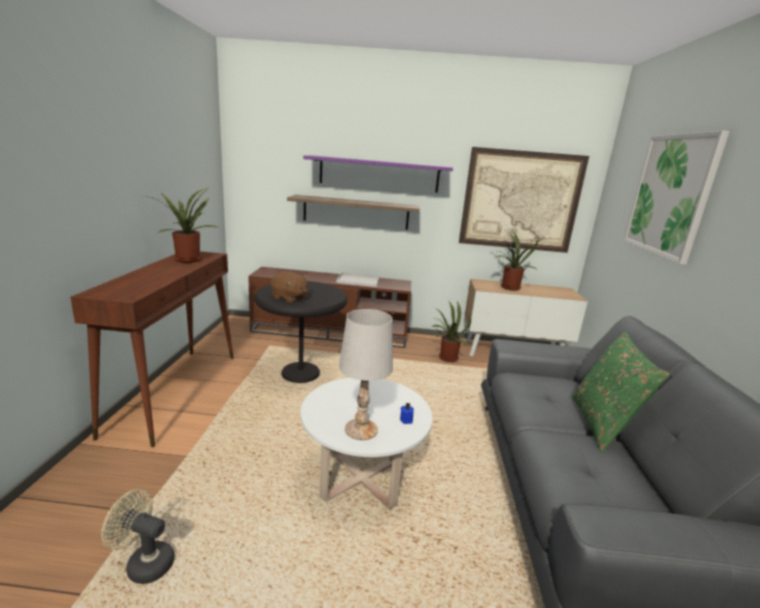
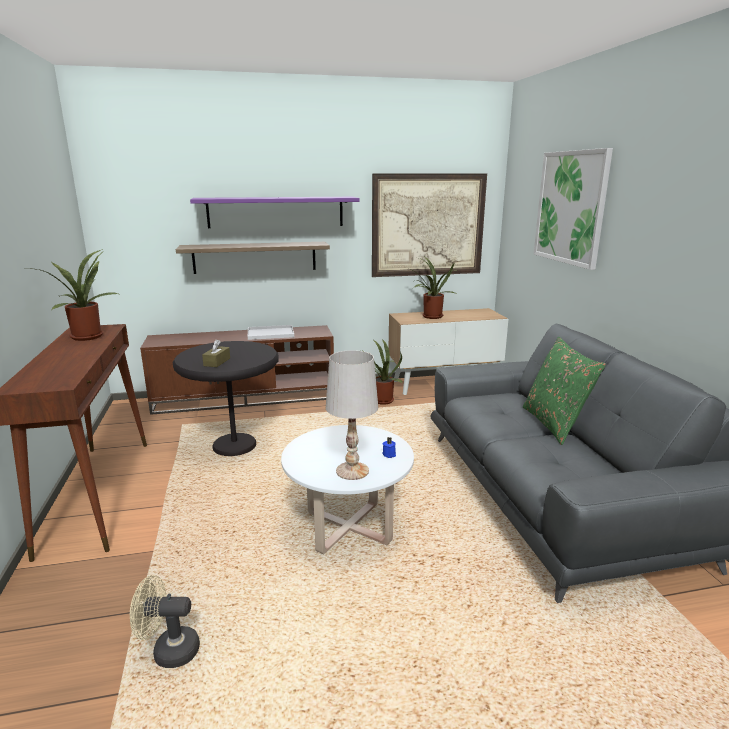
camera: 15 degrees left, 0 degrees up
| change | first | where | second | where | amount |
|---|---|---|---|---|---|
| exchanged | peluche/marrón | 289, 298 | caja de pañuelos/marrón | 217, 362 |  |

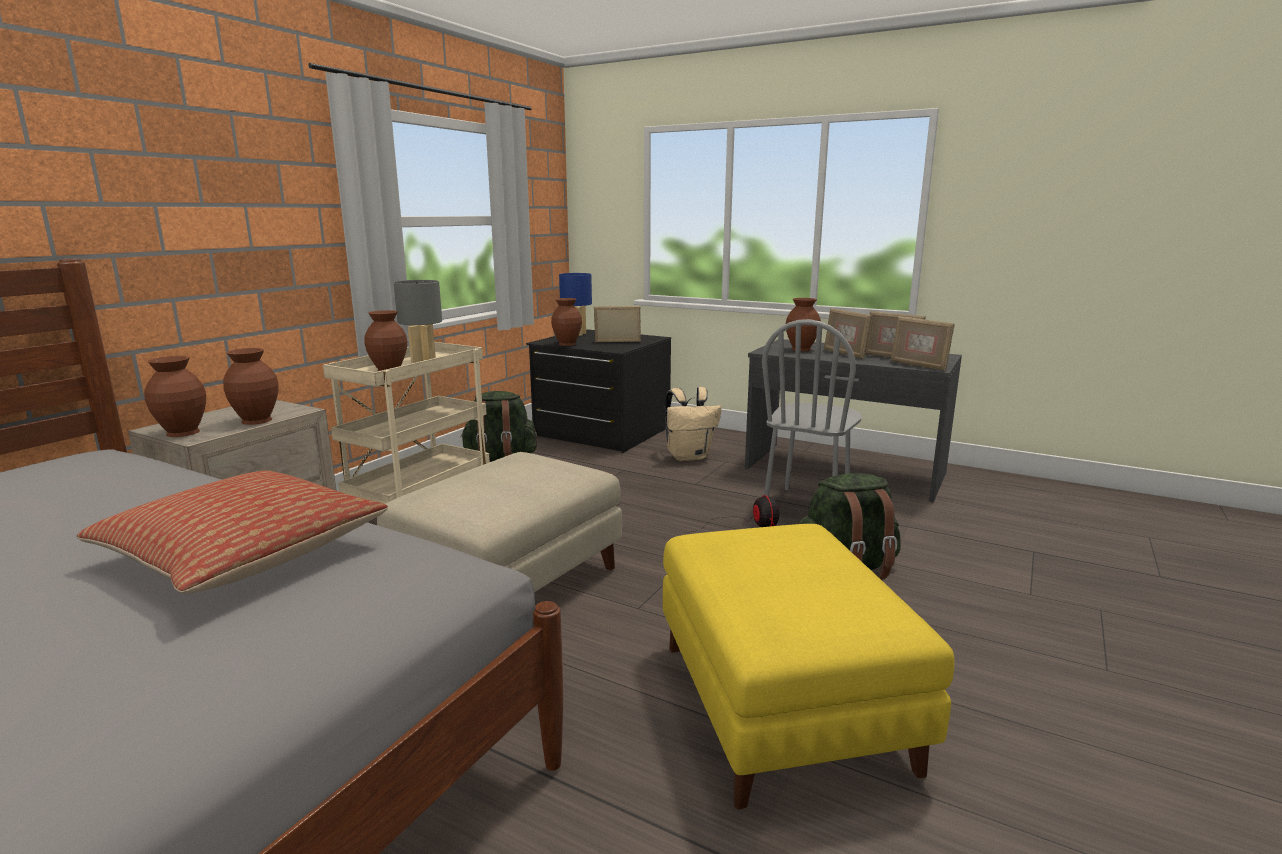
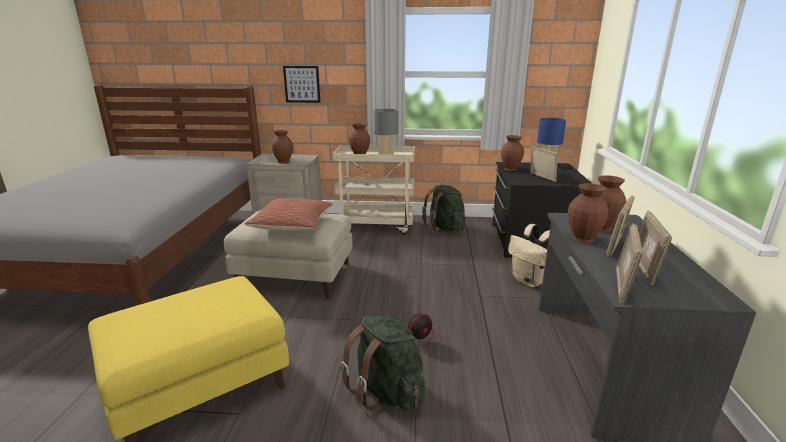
camera: 65 degrees right, 5 degrees up
| change | first | where | second | where | amount |
|---|---|---|---|---|---|
| missing | silla/gris | 807, 506 |  |  |  |
| appeared |  |  | cuadro | 302, 84 |  |
| relocated | cojín | 244, 554 |  | 292, 225 |  |
| relocated | florero/marrón | 182, 432 |  | 582, 238 |  |

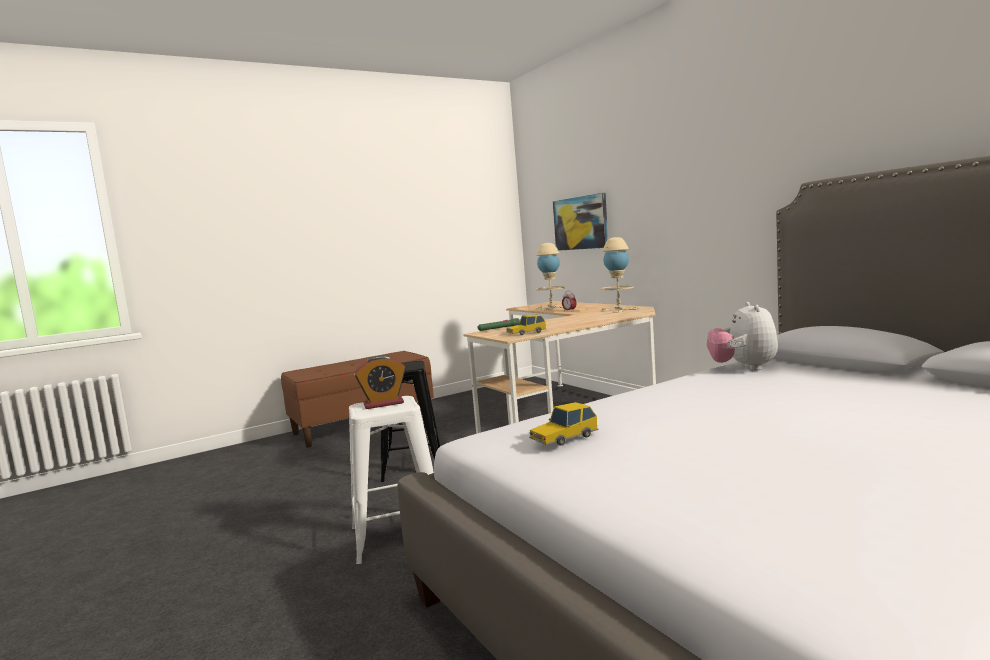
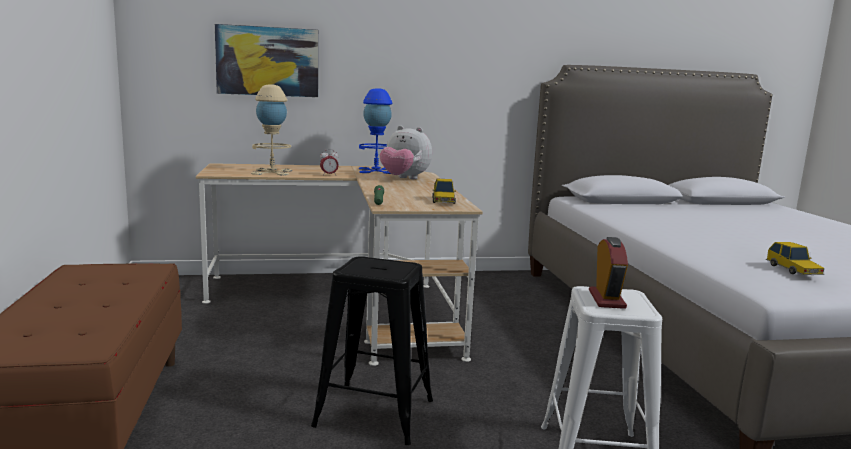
camera: 70 degrees left, 5 degrees up
| change | first | where | second | where | amount |
|---|---|---|---|---|---|
| relocated | peluche | 743, 368 |  | 404, 179 |  |
| colour | lámpara de mesa/beis | 618, 309 | lámpara de mesa/azul | 376, 171 |  |

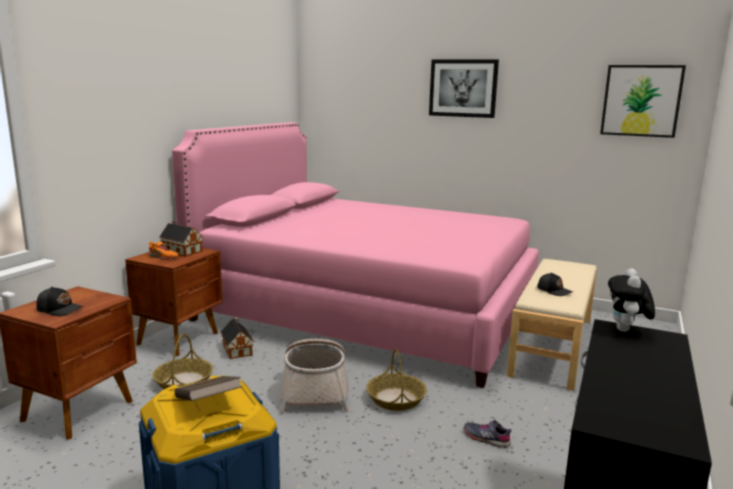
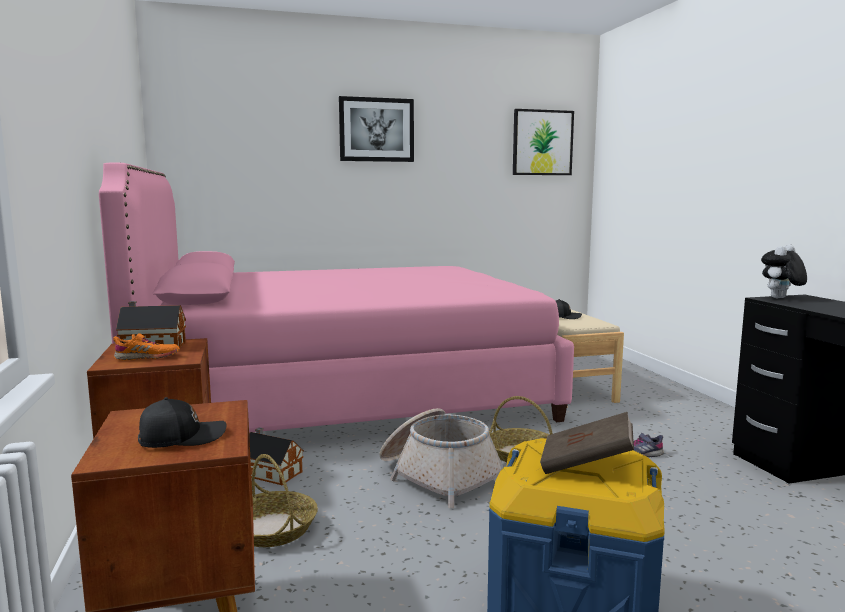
camera: 40 degrees left, 5 degrees down
| change | first | where | second | where | amount |
|---|---|---|---|---|---|
| spun | peluche | 626, 330 |  | 780, 298 | 75 degrees clockwise |

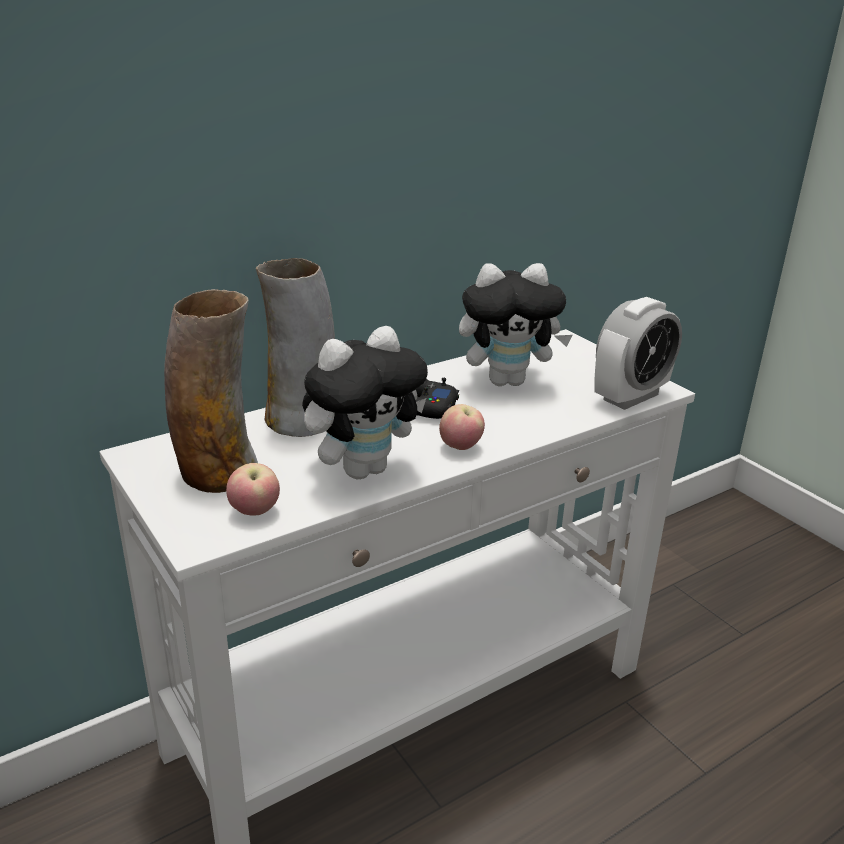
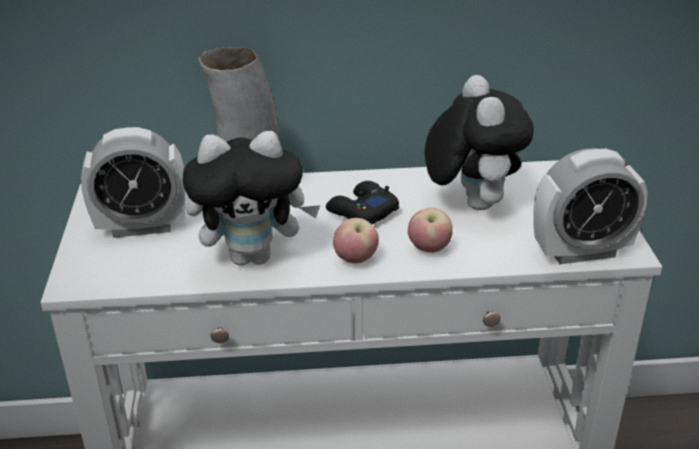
camera: 30 degrees right, 5 degrees up
| change | first | where | second | where | amount |
|---|---|---|---|---|---|
| relocated | manzana | 255, 512 |  | 429, 249 |  |
| exchanged | florero | 218, 472 | despertador | 142, 227 |  |
| spun | peluche | 508, 381 |  | 471, 202 | 120 degrees counterclockwise |

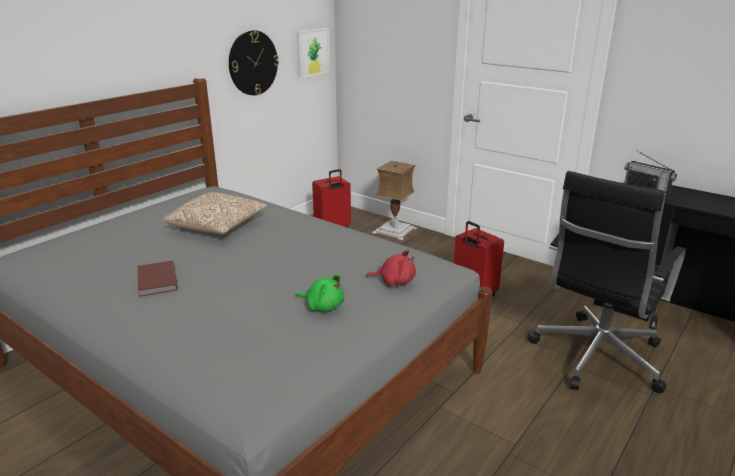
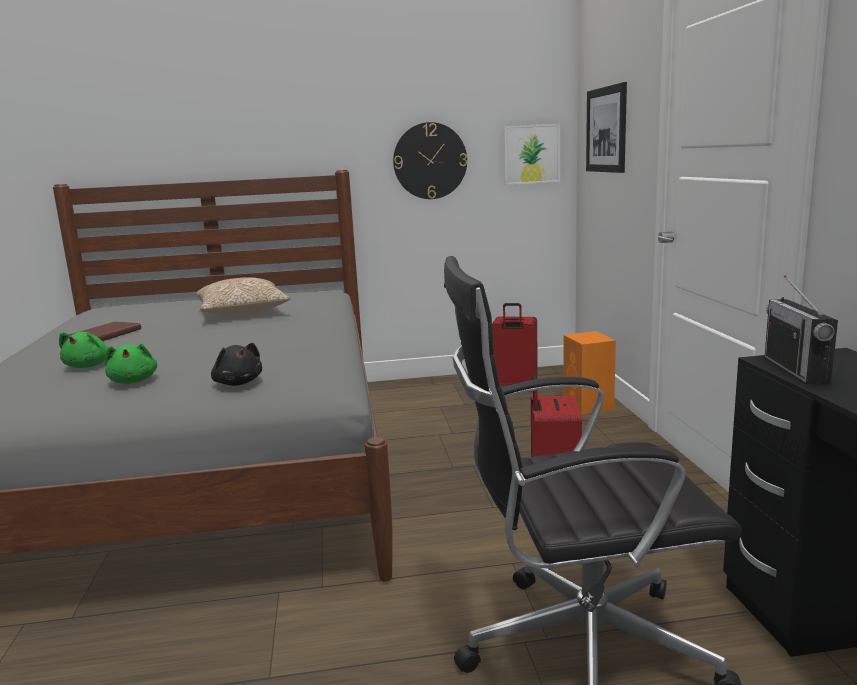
camera: 45 degrees right, 10 degrees down
| change | first | where | second | where | amount |
|---|---|---|---|---|---|
| appeared |  |  | peluche/verde | 89, 366 |  |
| appeared |  |  | cuadro | 606, 130 |  |
| exchanged | lámpara de mesa | 395, 230 | altavoz/naranja | 588, 406 |  |
| colour | peluche/rojo | 394, 281 | peluche/negro | 238, 383 |  |

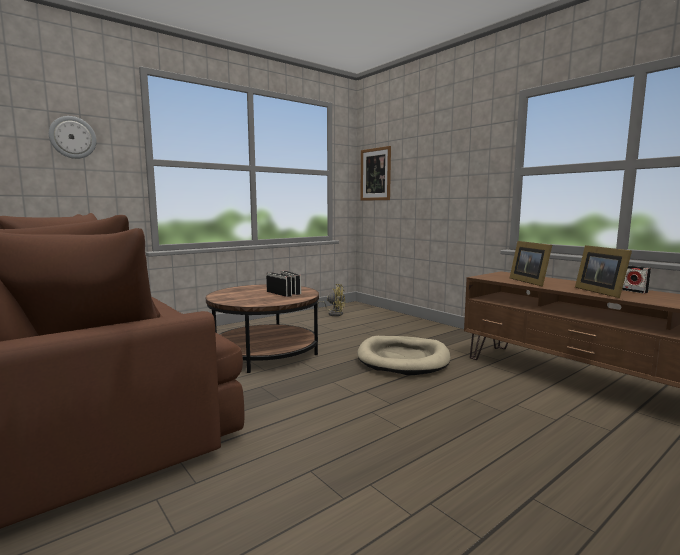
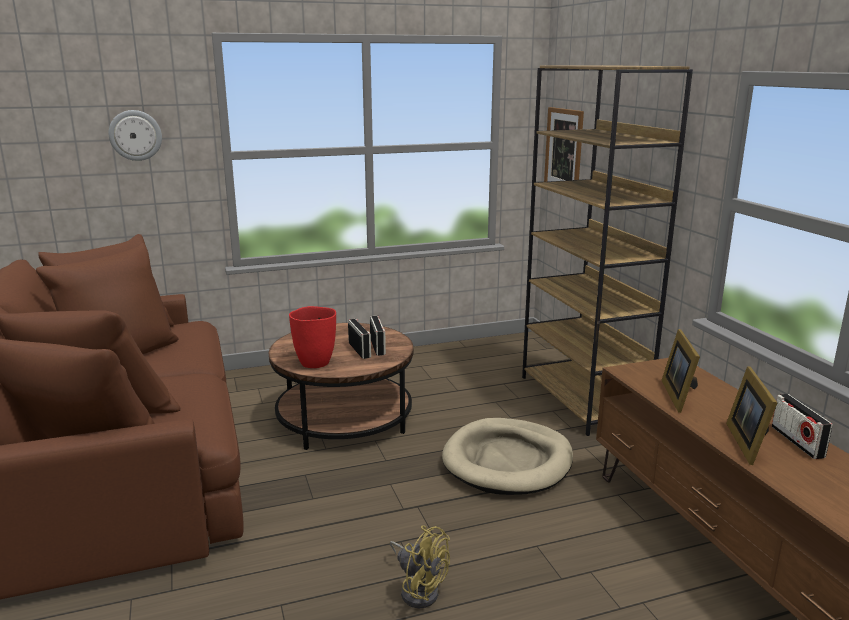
camera: 20 degrees right, 10 degrees up
| change | first | where | second | where | amount |
|---|---|---|---|---|---|
| appeared |  |  | florero/rojo | 315, 363 |  |
| appeared |  |  | estantería/marrón | 583, 399 |  |
| relocated | ventilador/amarillo | 334, 314 |  | 418, 589 |  |

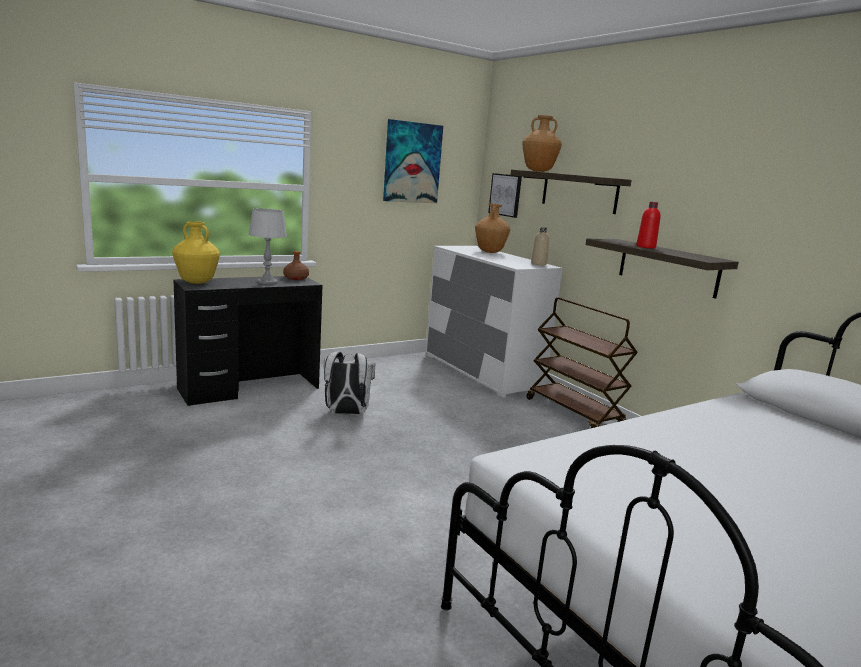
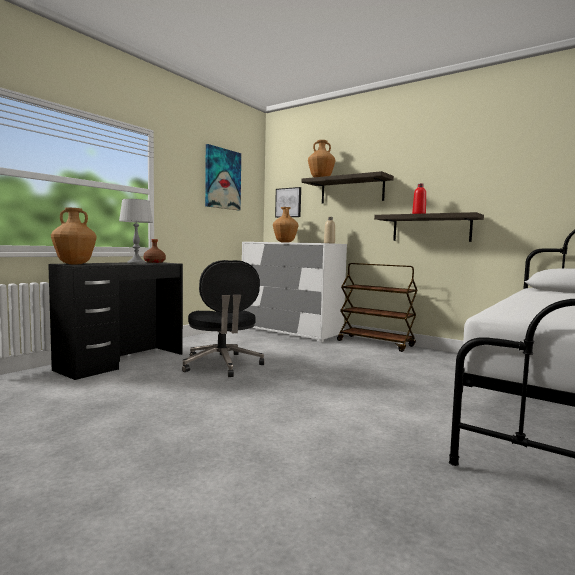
camera: 20 degrees left, 10 degrees down
| change | first | where | second | where | amount |
|---|---|---|---|---|---|
| exchanged | mochila/blanco | 346, 413 | silla de oficina/negro | 222, 365 |  |
| colour | florero/amarillo | 196, 282 | florero/marrón | 74, 264 |  |

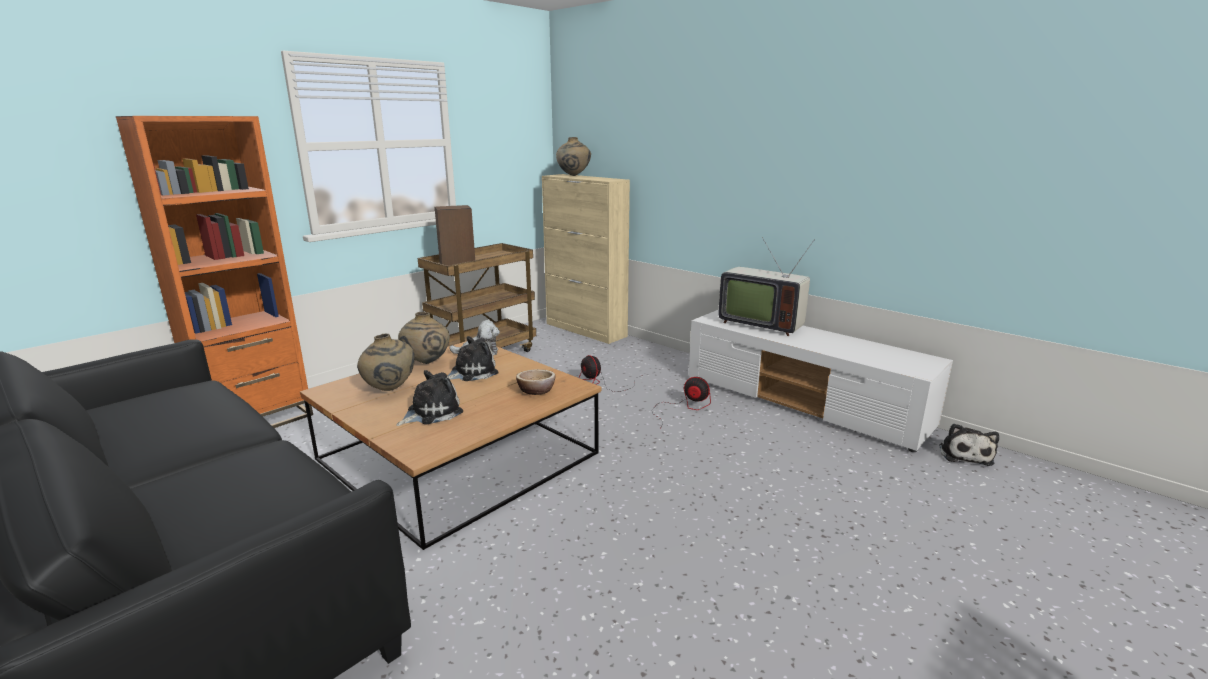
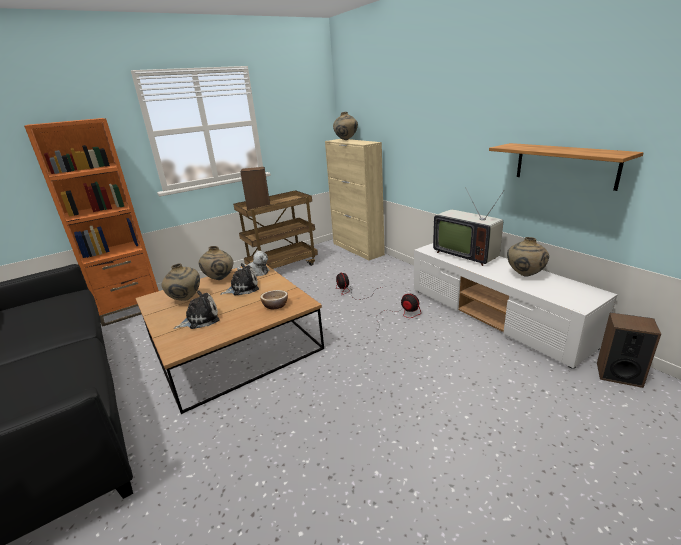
camera: 15 degrees right, 5 degrees up
| change | first | where | second | where | amount |
|---|---|---|---|---|---|
| appeared |  |  | estante | 565, 165 |  |
| appeared |  |  | florero/beis | 524, 275 |  |
| exchanged | peluche | 964, 454 | altavoz | 618, 374 |  |

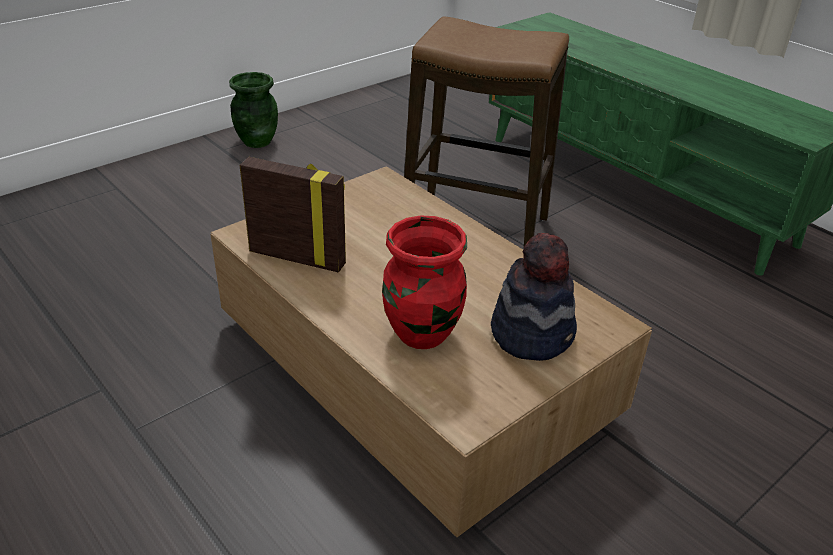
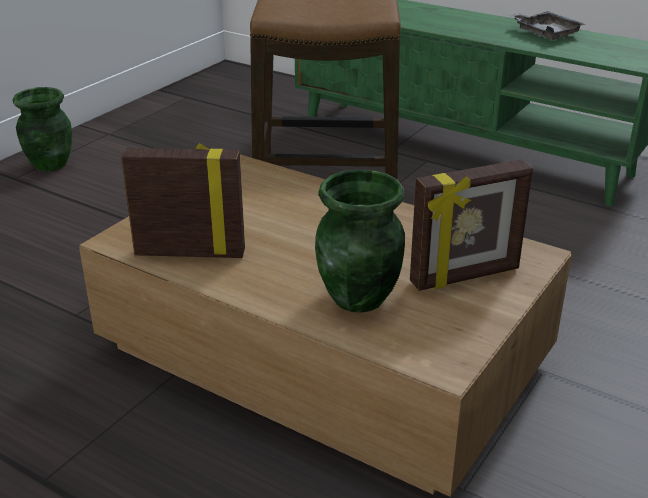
camera: 15 degrees left, 5 degrees down
| change | first | where | second | where | amount |
|---|---|---|---|---|---|
| appeared |  |  | bandeja/gris | 545, 33 |  |
| exchanged | sombrero | 532, 333 | portarretratos | 465, 277 |  |
| colour | florero/rojo | 422, 334 | florero/verde | 359, 298 |  |

